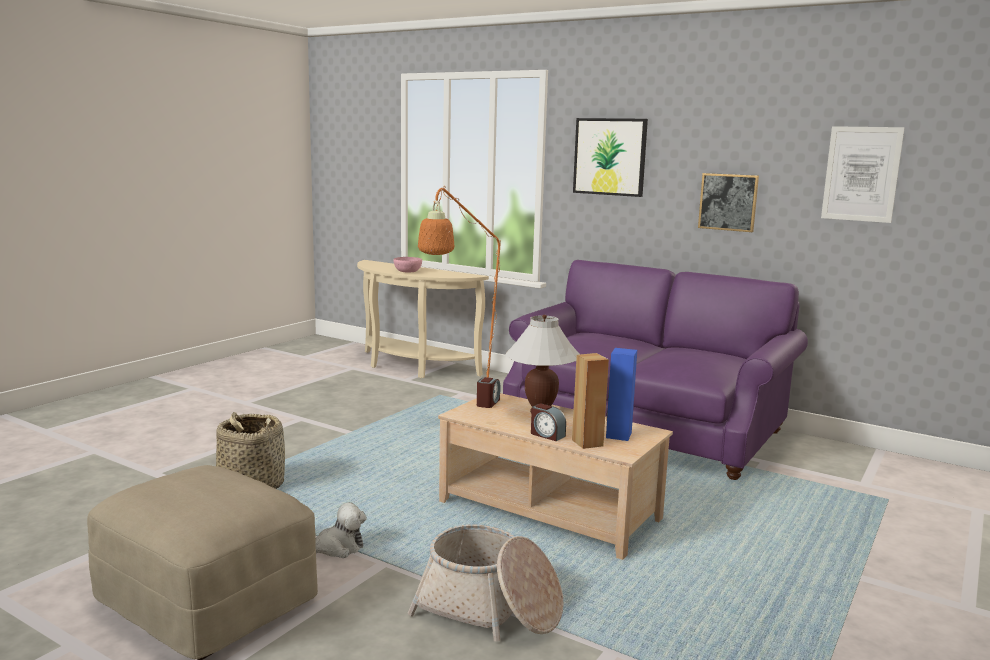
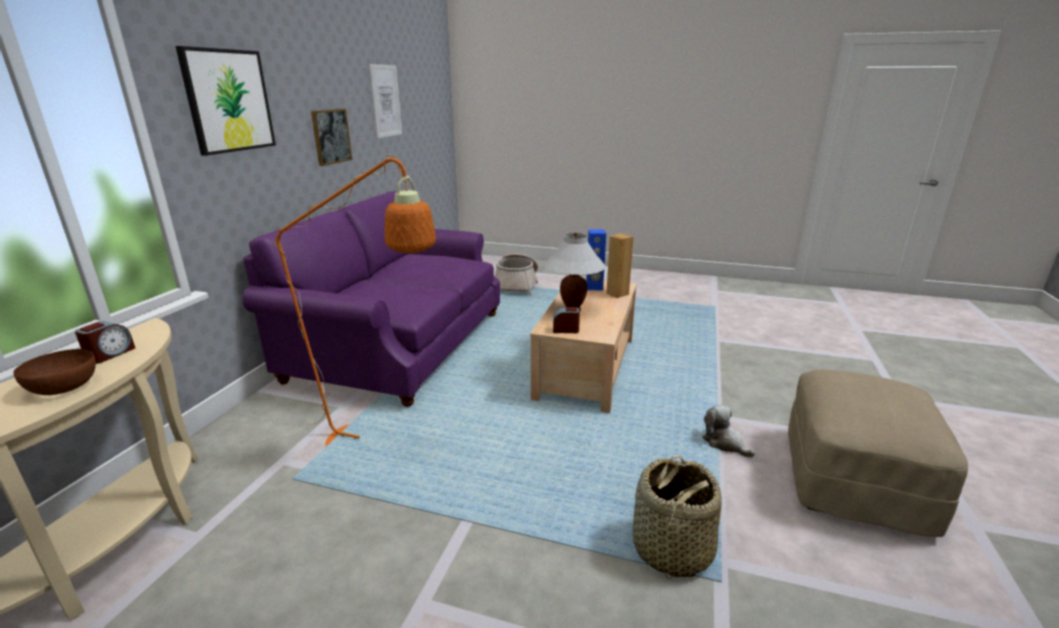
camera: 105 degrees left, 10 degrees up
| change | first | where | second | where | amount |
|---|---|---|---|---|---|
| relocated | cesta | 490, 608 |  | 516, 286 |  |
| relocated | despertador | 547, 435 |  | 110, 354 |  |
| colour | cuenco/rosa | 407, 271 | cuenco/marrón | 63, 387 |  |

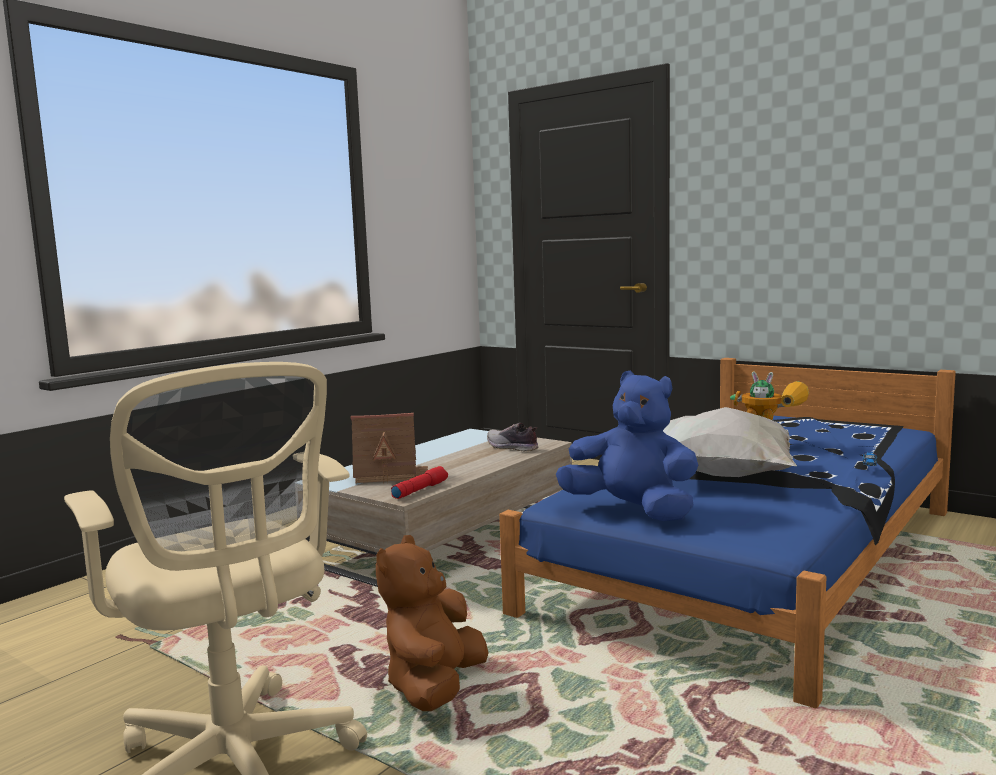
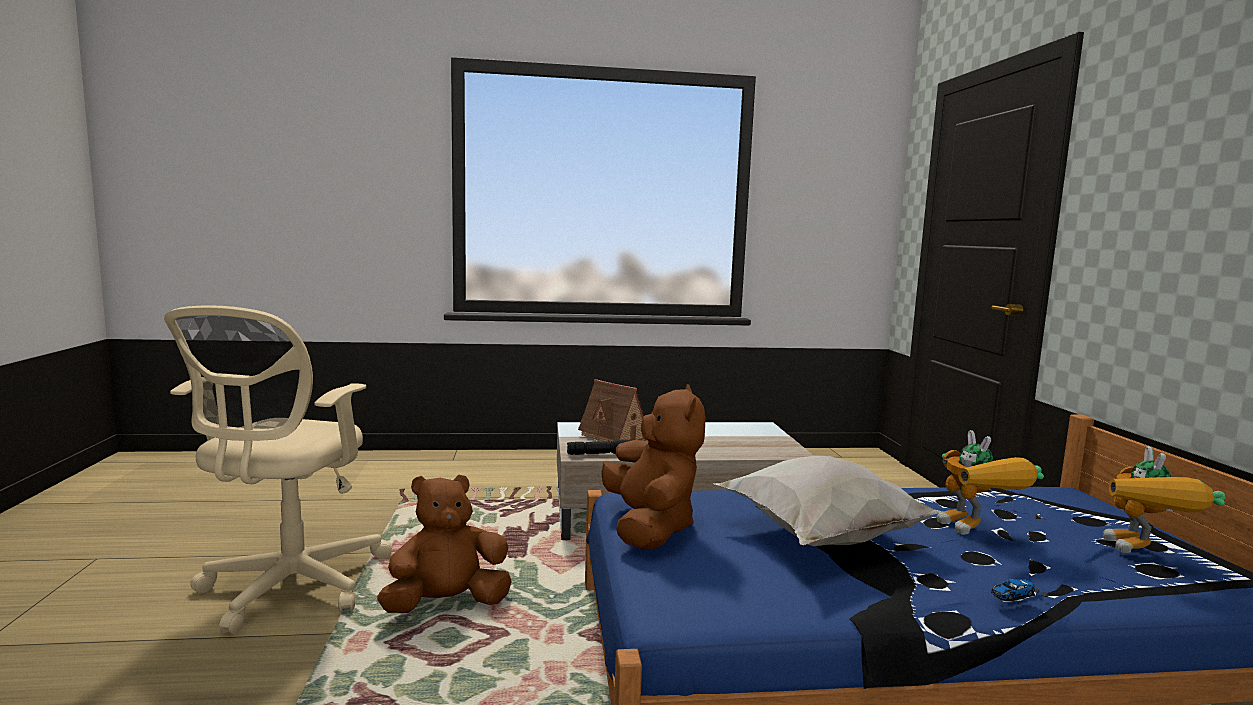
camera: 45 degrees right, 0 degrees up
| change | first | where | second | where | amount |
|---|---|---|---|---|---|
| missing | zapato | 512, 447 |  |  |  |
| appeared |  |  | robot de juguete | 1144, 554 |  |
| colour | linterna/rojo | 419, 490 | linterna/negro | 600, 454 |  |
| colour | peluche/azul | 632, 511 | peluche/marrón | 650, 527 |  |

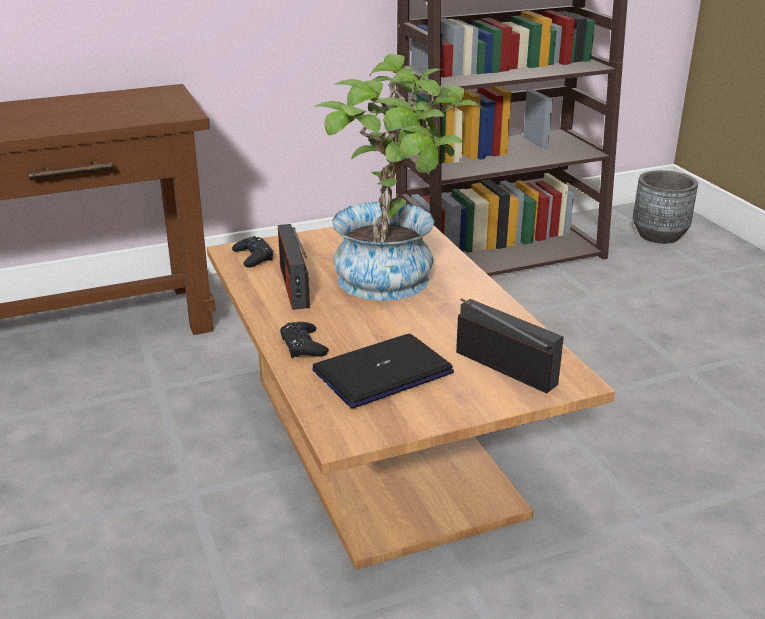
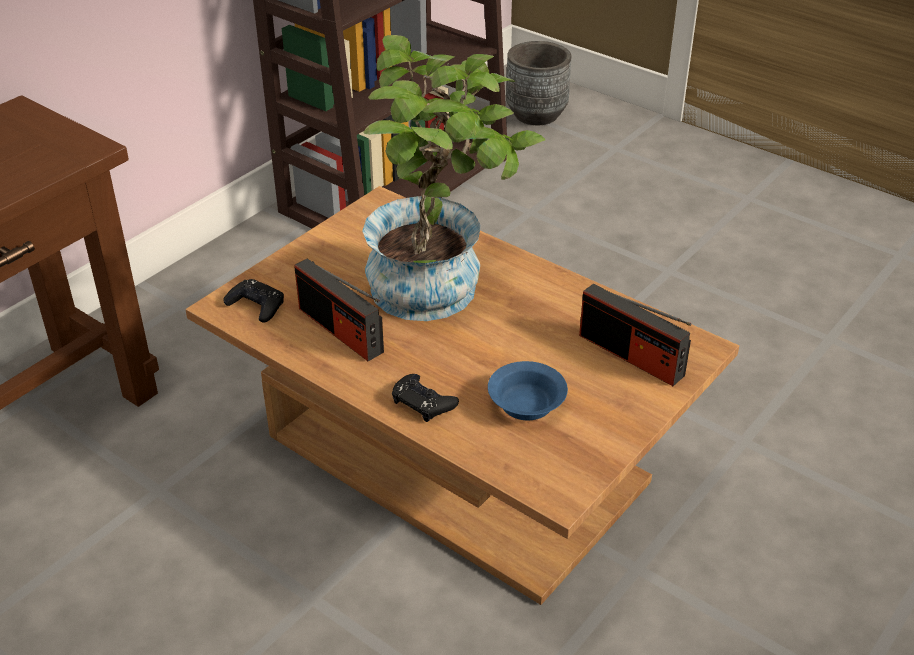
camera: 30 degrees left, 10 degrees up
| change | first | where | second | where | amount |
|---|---|---|---|---|---|
| exchanged | portátil | 382, 372 | cuenco/azul | 528, 404 |  |
| spun | radio | 505, 368 |  | 631, 355 | 150 degrees counterclockwise |

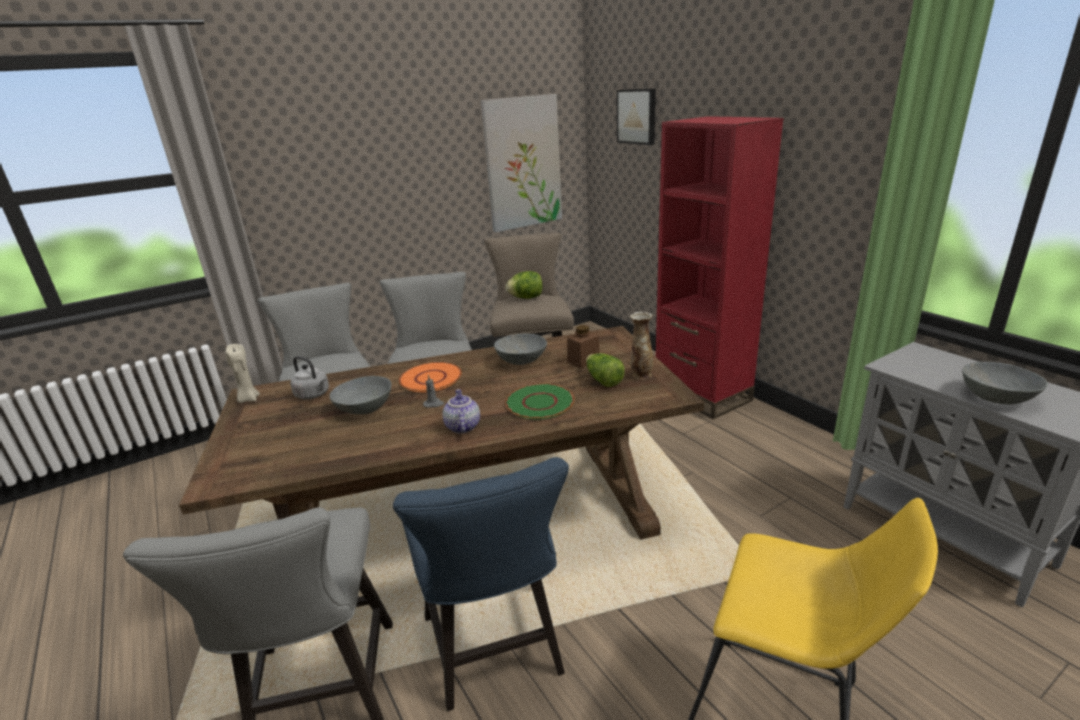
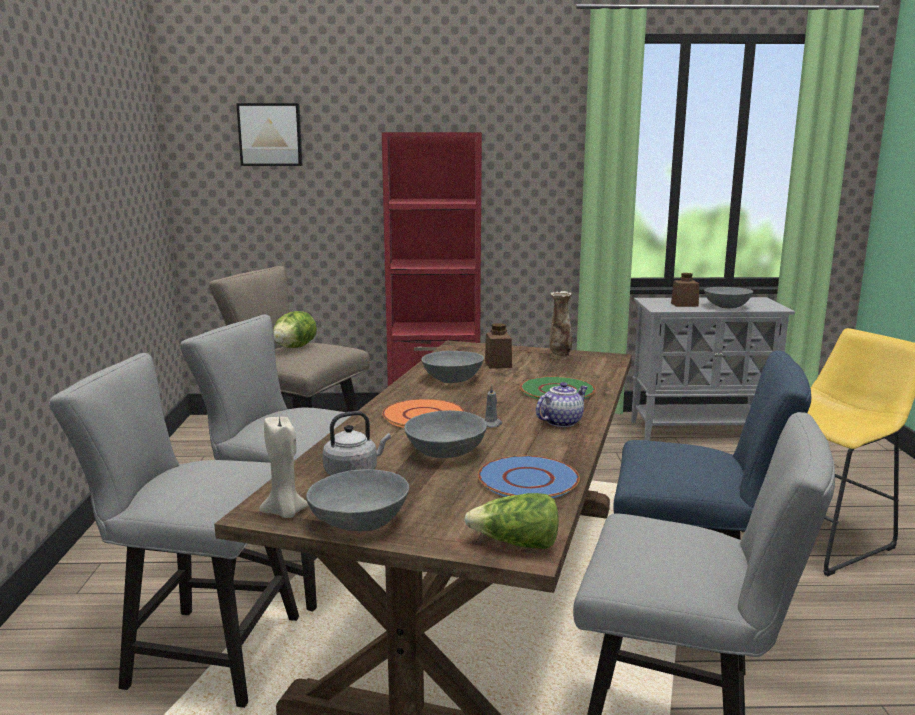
camera: 60 degrees left, 10 degrees down
| change | first | where | second | where | amount |
|---|---|---|---|---|---|
| missing | cuadro | 523, 163 |  |  |  |
| appeared |  |  | cuenco/gris | 360, 521 |  |
| appeared |  |  | plato/azul | 527, 480 |  |
| appeared |  |  | tarro/marrón | 684, 304 |  |
| relocated | lechuga | 603, 380 |  | 516, 544 |  |
| spun | tetera | 462, 426 |  | 561, 422 | 120 degrees clockwise |

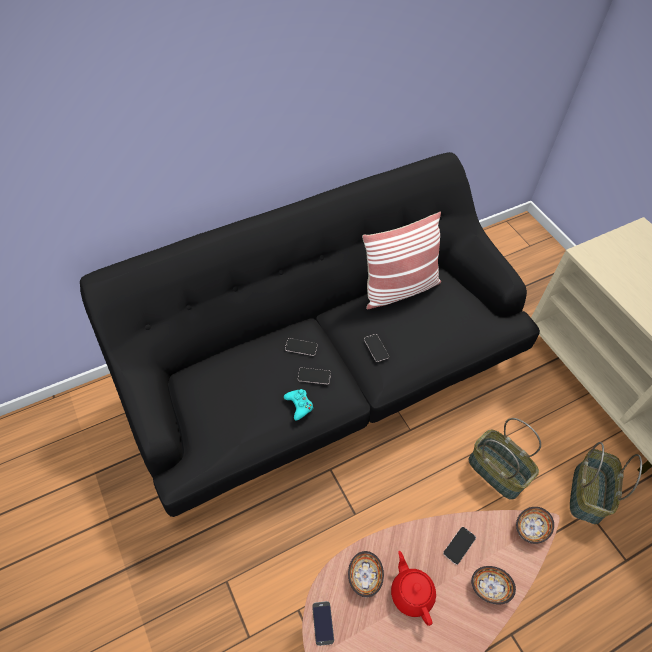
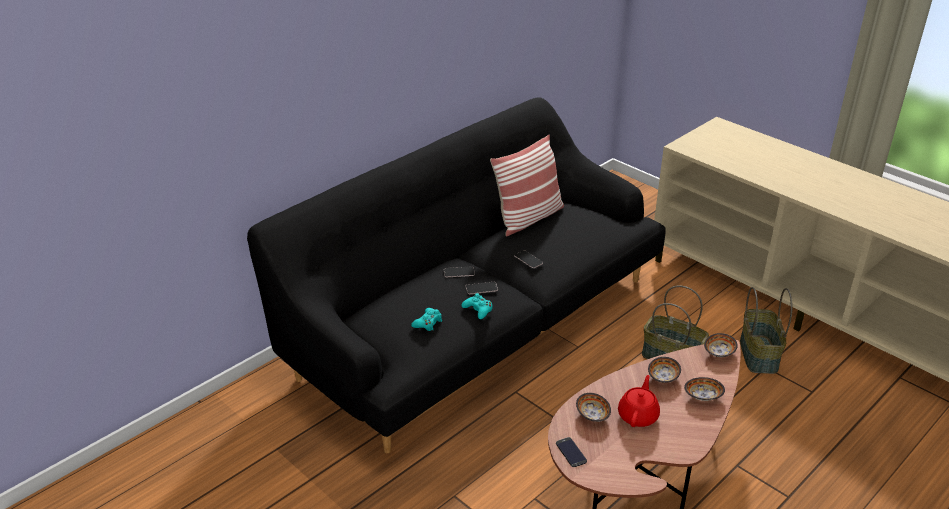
camera: 15 degrees left, 20 degrees down
| change | first | where | second | where | amount |
|---|---|---|---|---|---|
| appeared |  |  | mando de consola/turquesa | 428, 323 |  |
| exchanged | móvil | 459, 545 | cuenco | 664, 377 |  |
| spun | tetera/rojo | 411, 593 |  | 638, 415 | 60 degrees clockwise |

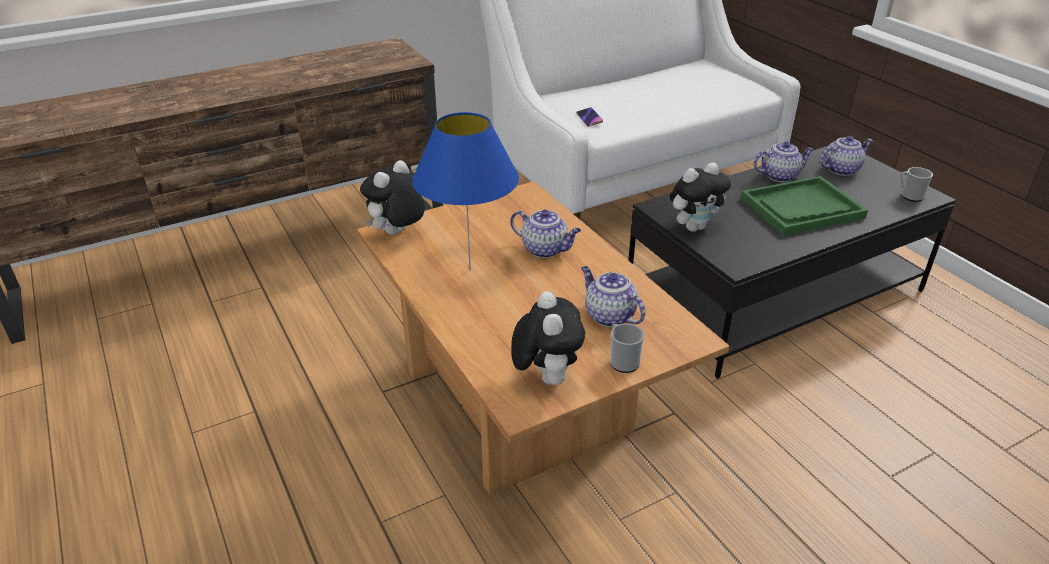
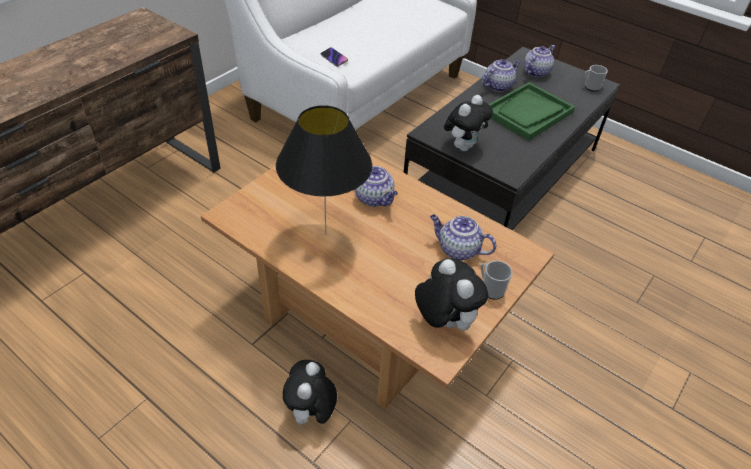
camera: 25 degrees left, 10 degrees up
| change | first | where | second | where | amount |
|---|---|---|---|---|---|
| relocated | peluche | 397, 234 |  | 311, 413 |  |
| colour | lámpara de mesa/azul | 470, 270 | lámpara de mesa/negro | 325, 234 |  |
| spun | tetera | 545, 249 |  | 374, 198 | 45 degrees clockwise |

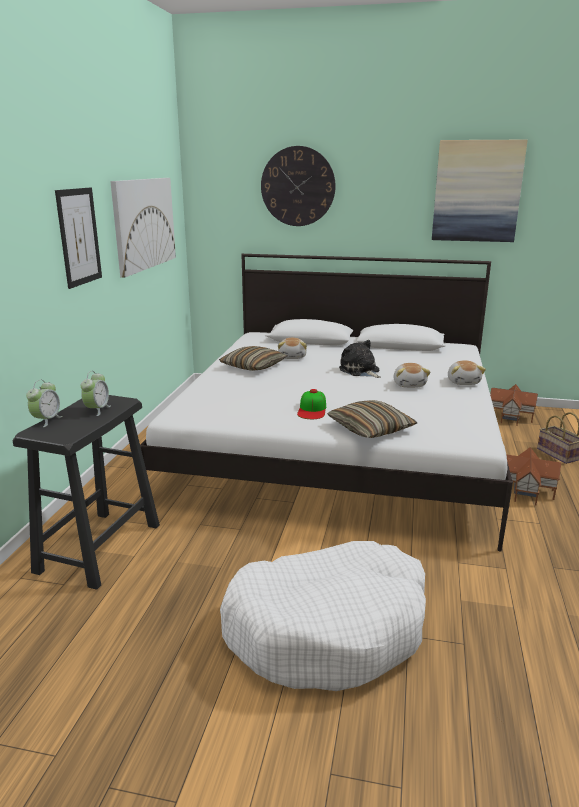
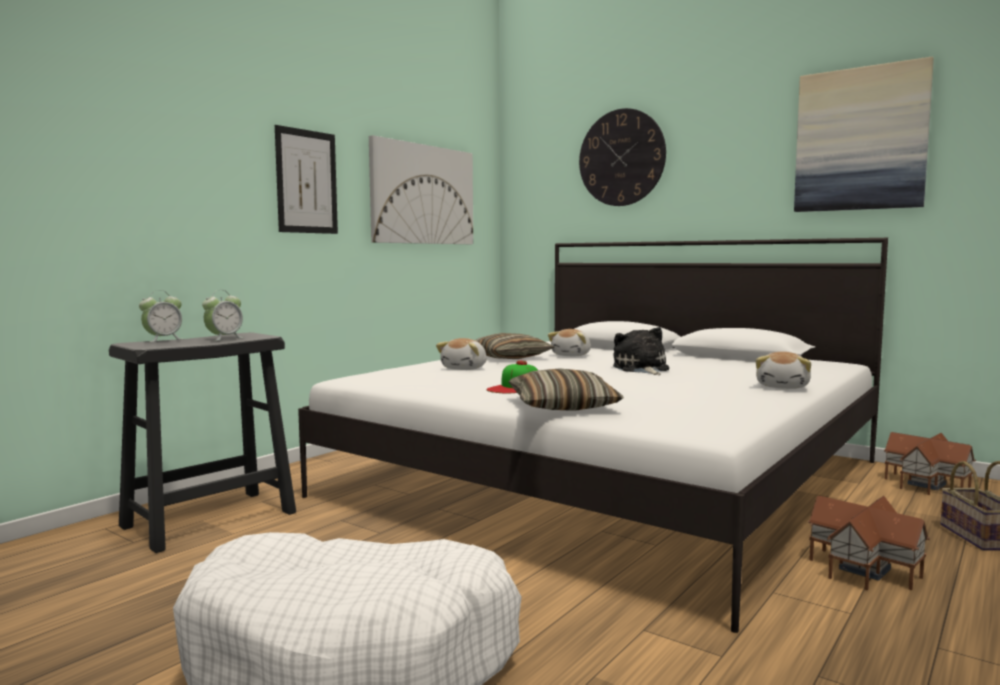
camera: 25 degrees right, 15 degrees down
| change | first | where | second | where | amount |
|---|---|---|---|---|---|
| relocated | peluche | 409, 384 |  | 465, 369 |  |

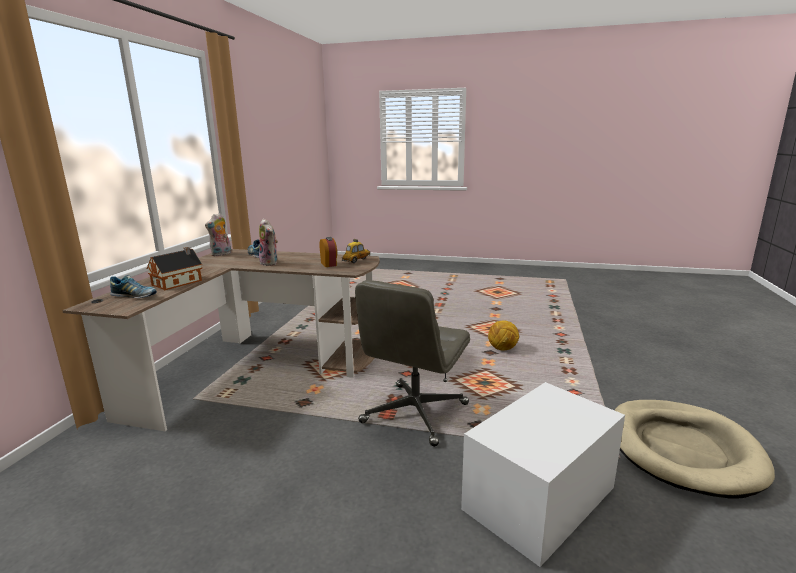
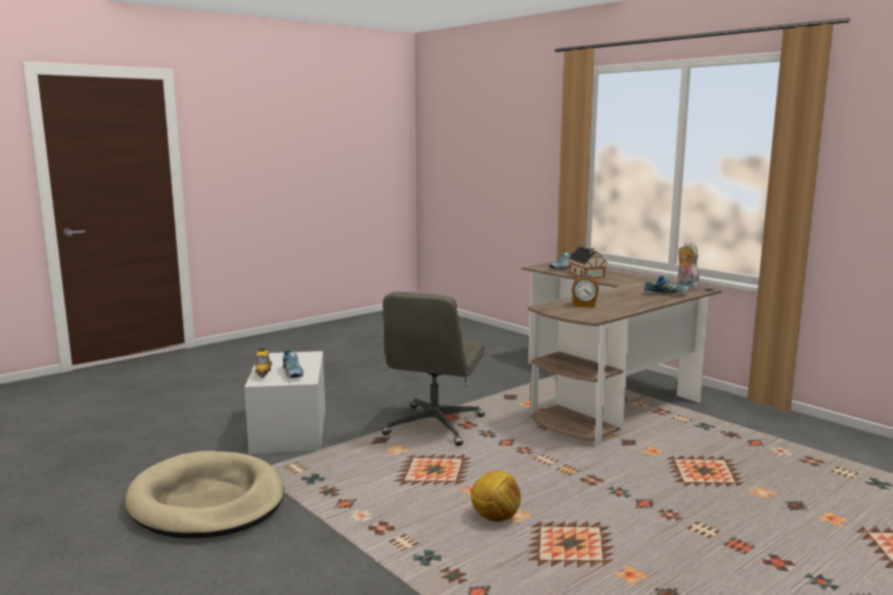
camera: 125 degrees right, 5 degrees down
| change | first | where | second | where | amount |
|---|---|---|---|---|---|
| missing | peluche | 270, 263 |  |  |  |
| appeared |  |  | zapato | 292, 374 |  |
| relocated | coche de juguete | 356, 260 |  | 263, 374 |  |
| spun | silla de oficina/gris | 414, 414 |  | 434, 426 | 135 degrees counterclockwise |

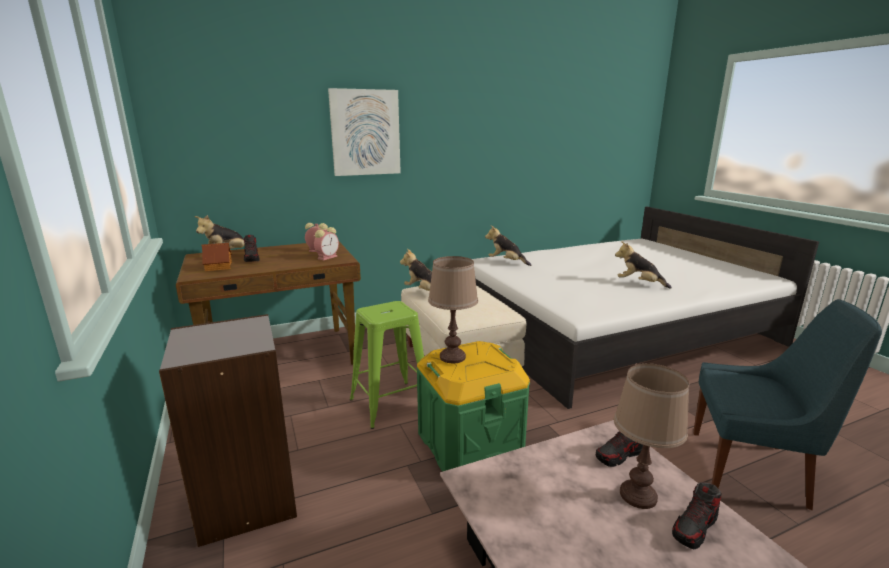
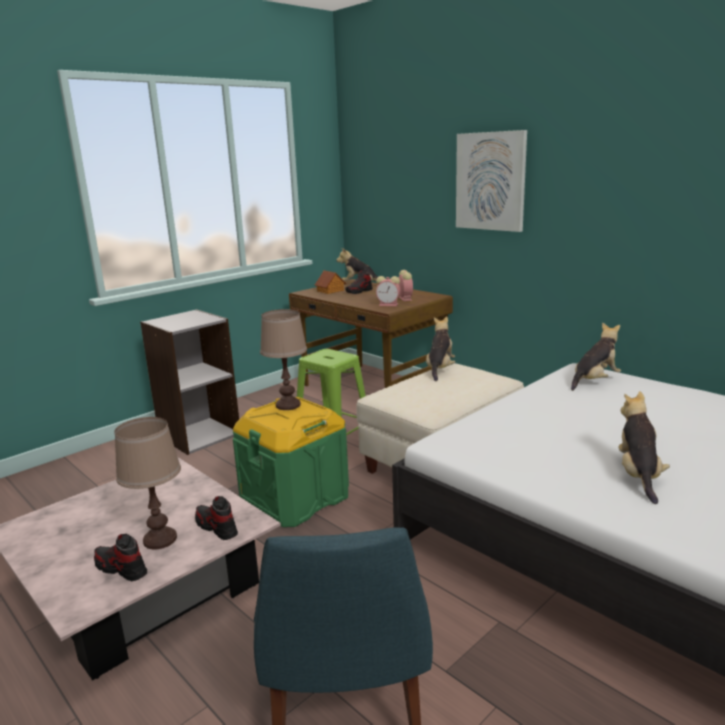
camera: 70 degrees right, 0 degrees up
| change | first | where | second | where | amount |
|---|---|---|---|---|---|
| spun | peluche | 506, 262 |  | 594, 381 | 45 degrees clockwise |

